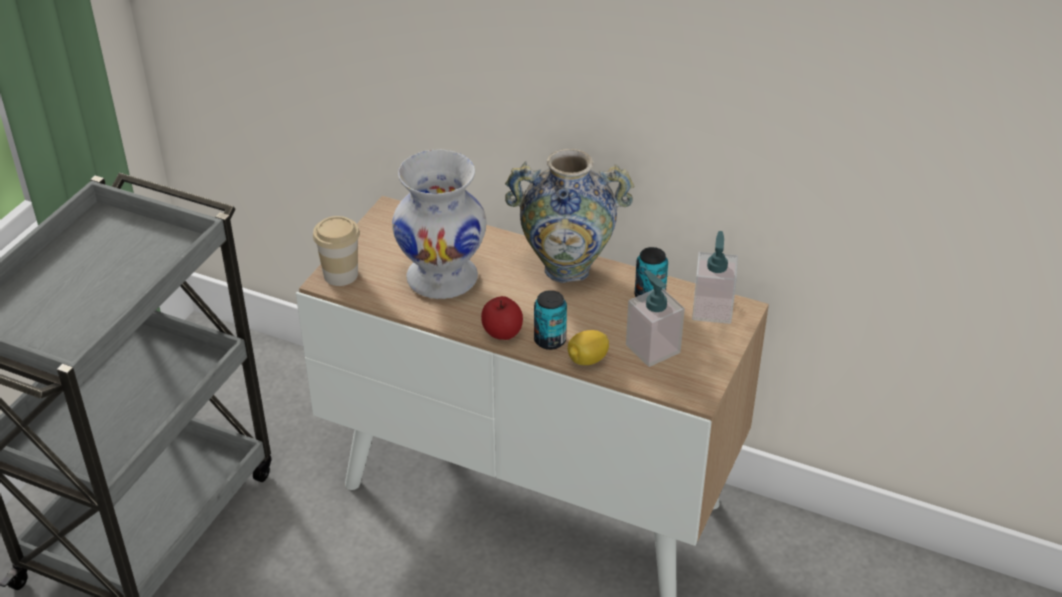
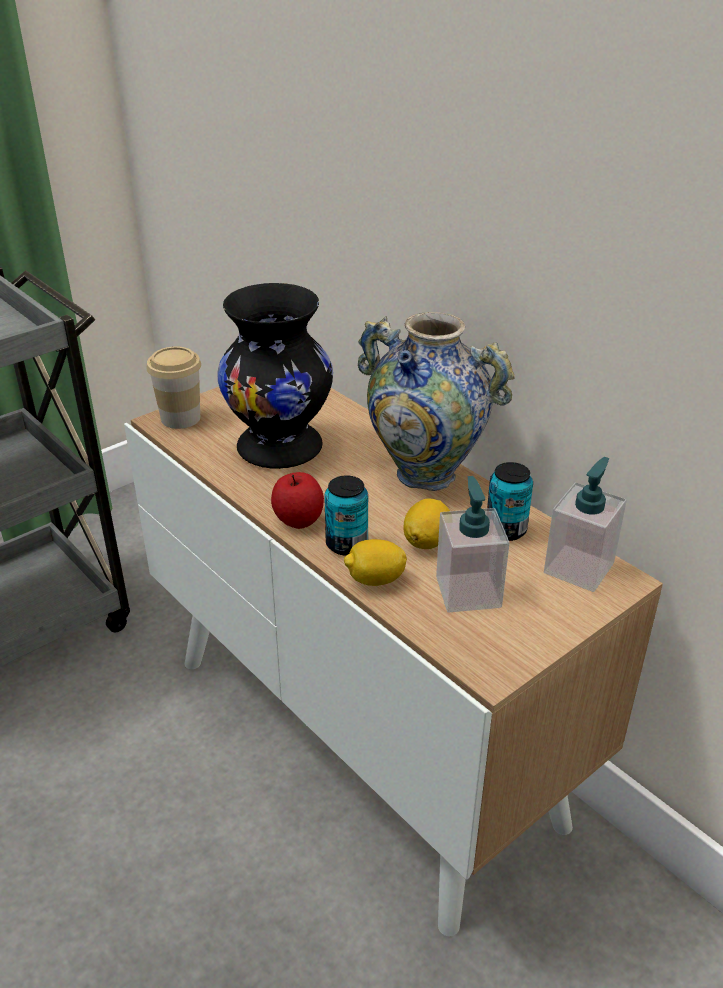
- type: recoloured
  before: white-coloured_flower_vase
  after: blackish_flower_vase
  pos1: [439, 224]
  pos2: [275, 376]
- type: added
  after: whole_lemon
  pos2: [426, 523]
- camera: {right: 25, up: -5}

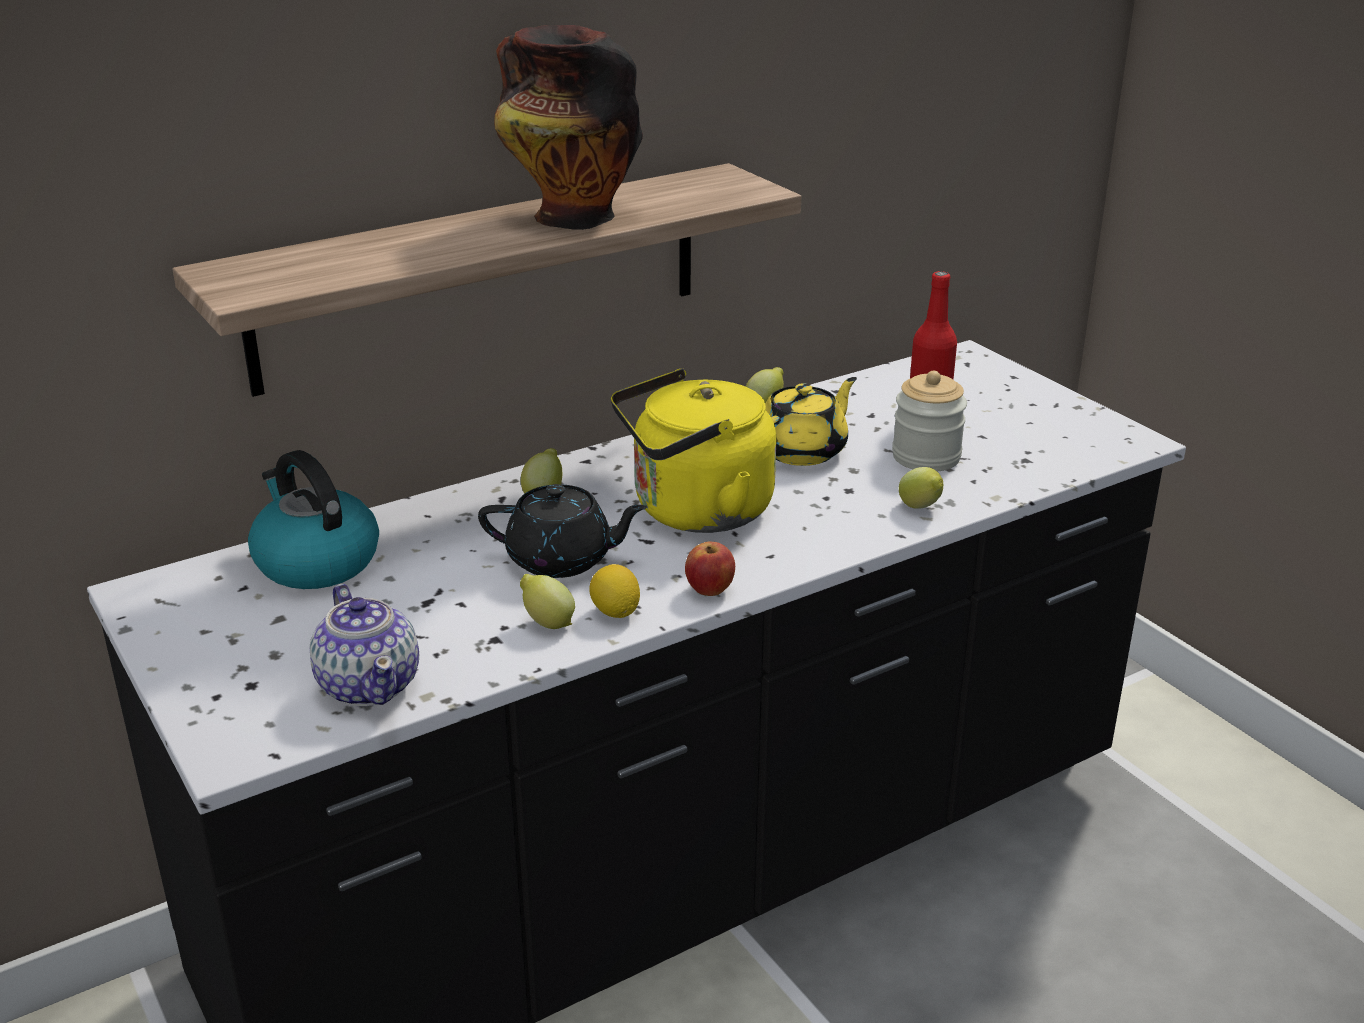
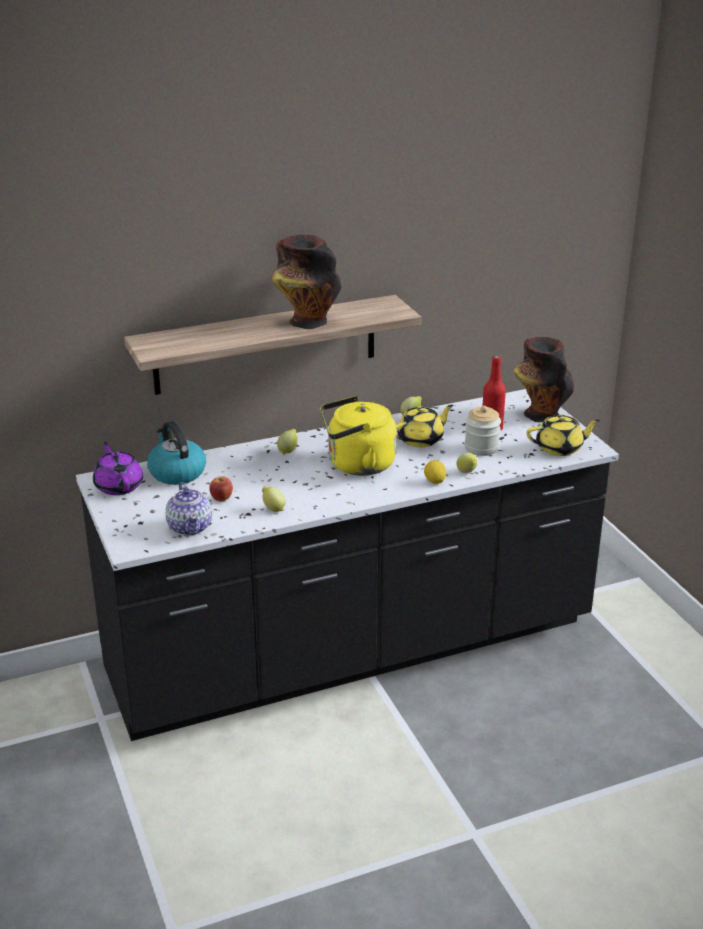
- type: removed
  before: blackish_teapot
  pos1: [562, 531]
- type: moved
  before: whole_lemon
  pos1: [614, 591]
  pos2: [435, 472]
- type: moved
  before: apple
  pos1: [710, 569]
  pos2: [221, 488]
- type: added
  after: purple-coloured_teapot
  pos2: [118, 468]
- type: added
  after: flower_vase
  pos2: [543, 379]
- type: added
  after: yellow-coloured_teapot
  pos2: [563, 435]
- camera: {right: 10, up: 0}

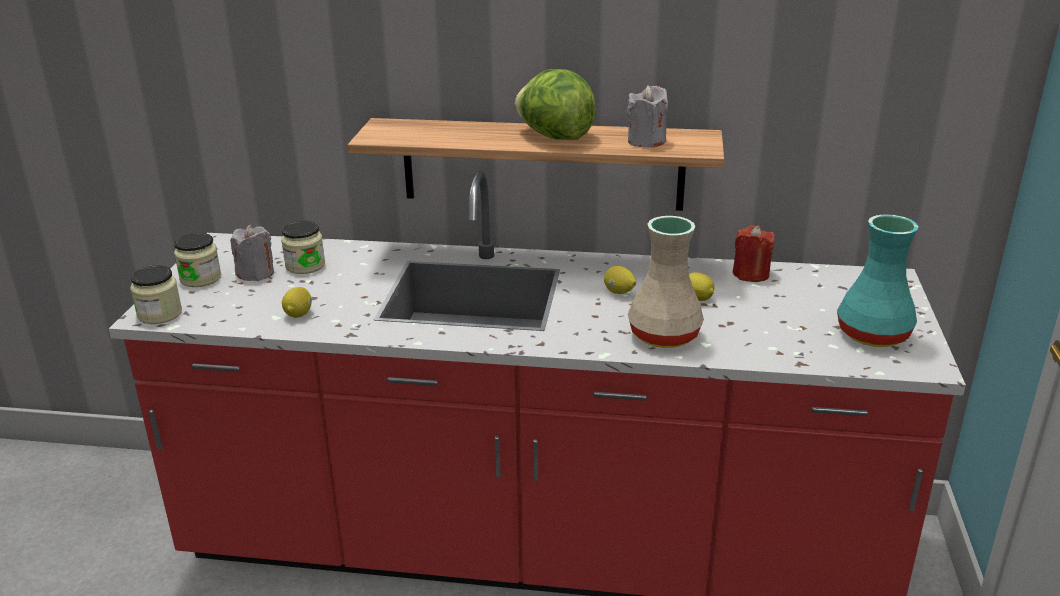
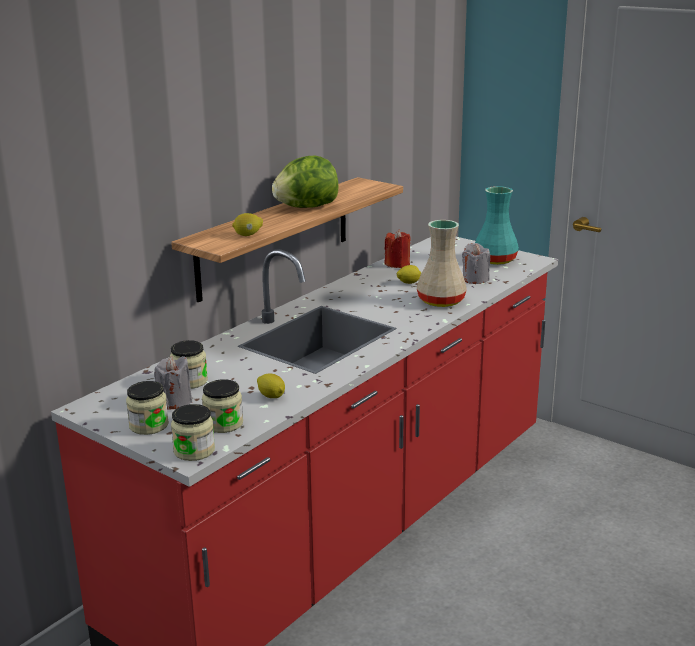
- type: moved
  before: whole_lemon
  pos1: [620, 280]
  pos2: [247, 224]
- type: moved
  before: grey_candle
  pos1: [647, 116]
  pos2: [476, 263]
- type: added
  after: storage_jar
  pos2: [222, 406]
- camera: {right: -60, up: -5}

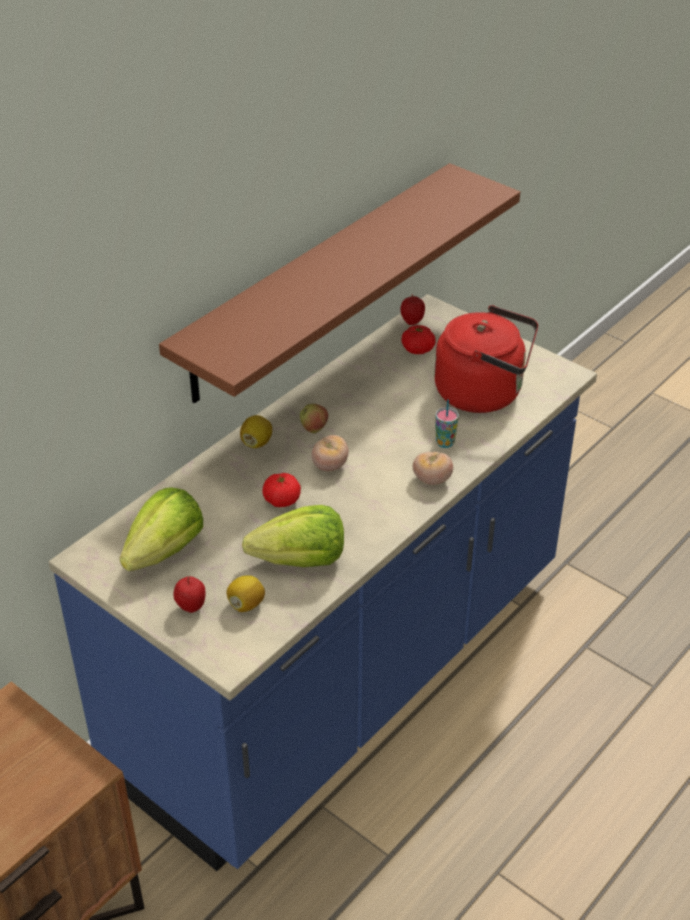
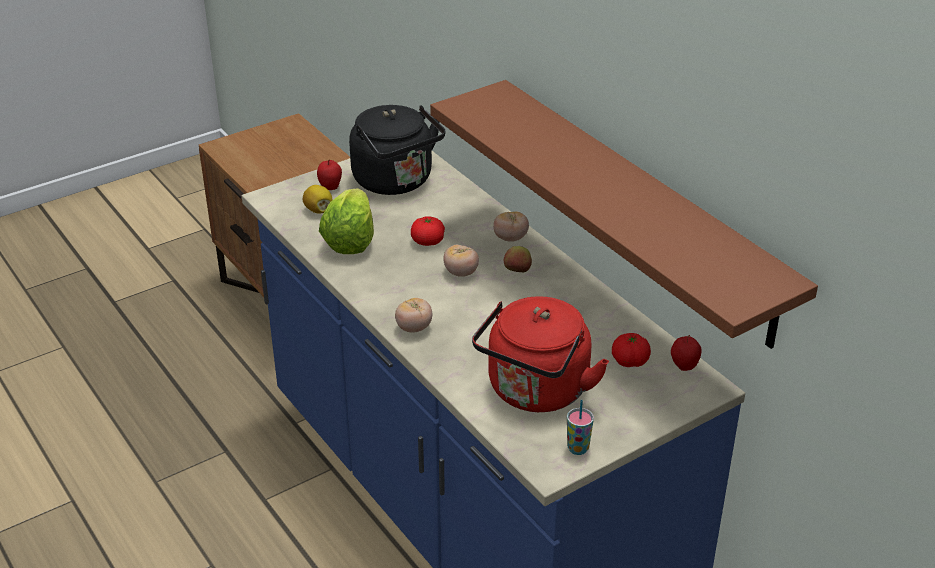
- type: replaced
  before: head_of_lettuce
  after: blackish_water_kettle
  pos1: [161, 529]
  pos2: [397, 150]
- type: replaced
  before: whole_lemon
  after: fresh_tomato
  pos1: [256, 431]
  pos2: [511, 227]
- type: moved
  before: small_cup
  pos1: [447, 423]
  pos2: [580, 427]
- camera: {right: 105, up: -5}

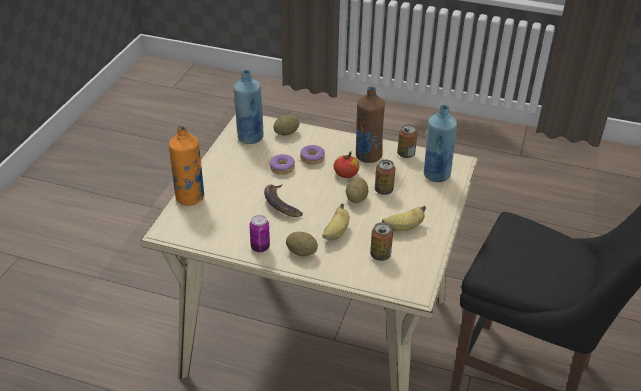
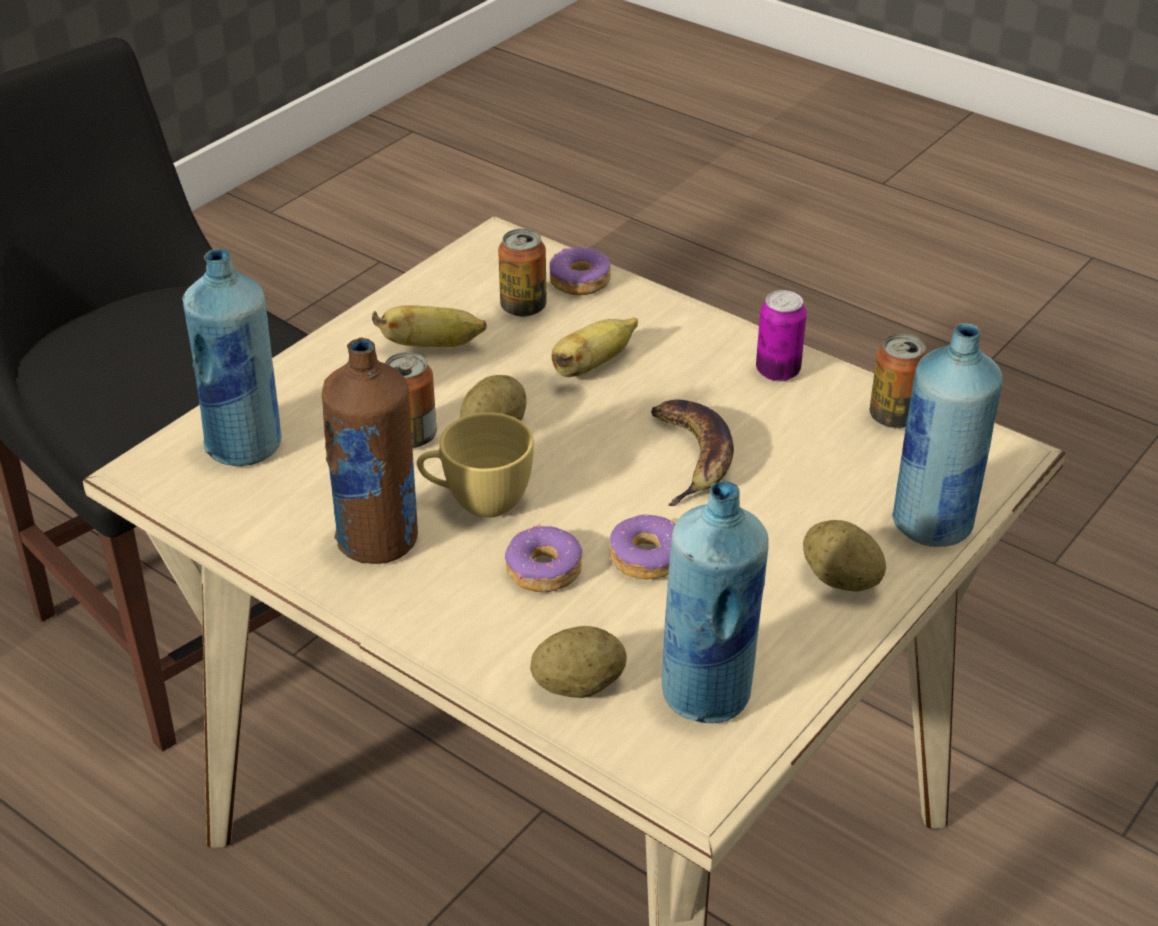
- type: recoloured
  before: orangey_beverage_bottle
  after: bluish_beverage_bottle
  pos1: [186, 165]
  pos2: [947, 435]
- type: moved
  before: potato
  pos1: [302, 244]
  pos2: [844, 556]
- type: replaced
  before: apple
  after: yellow-coloured_small_cup
  pos1: [347, 164]
  pos2: [475, 465]
- type: moved
  before: can
  pos1: [407, 141]
  pos2: [898, 381]
- type: added
  after: doughnut
  pos2: [580, 271]
- camera: {right: -160, up: 0}

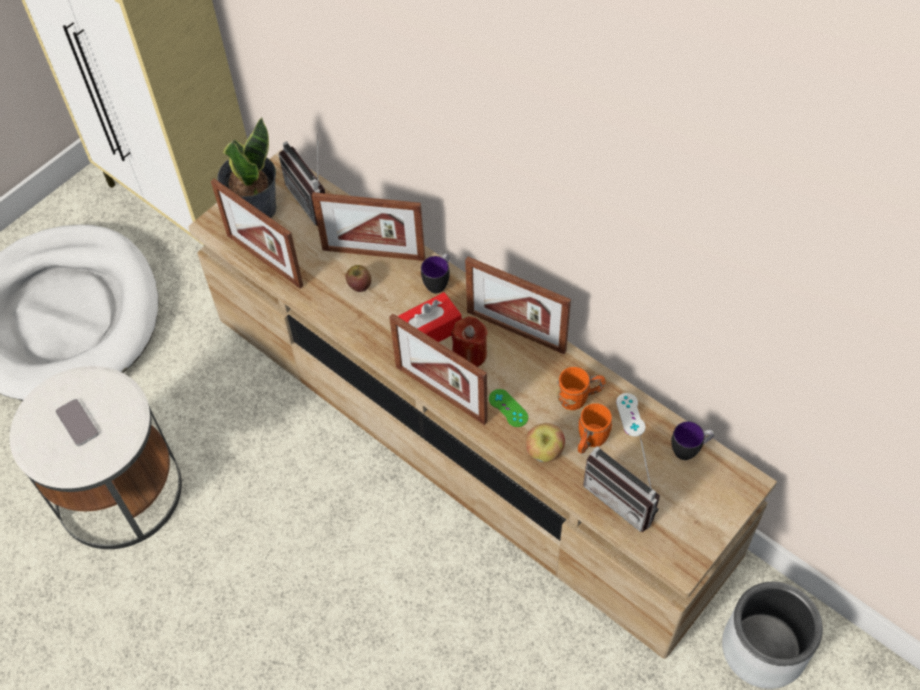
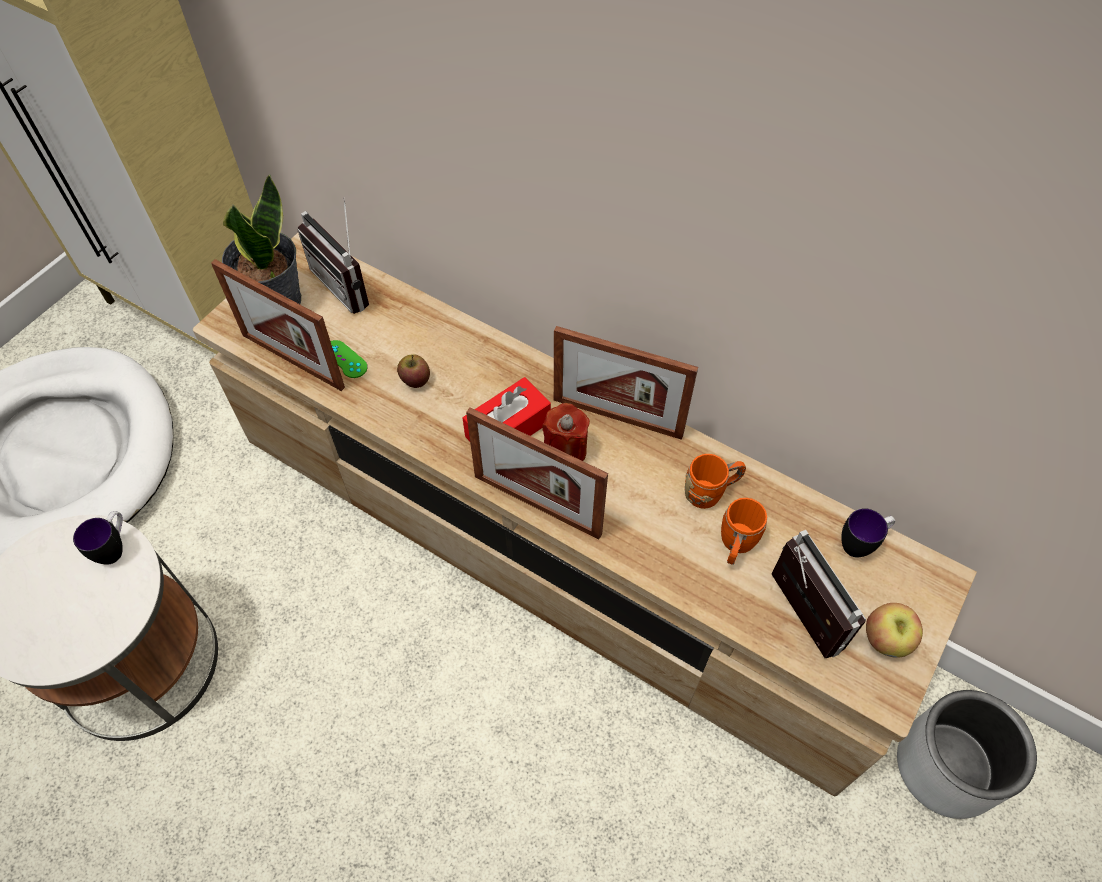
- type: removed
  before: handset
  pos1: [77, 422]
- type: removed
  before: standing_frame
  pos1: [368, 226]
- type: moved
  before: mug
  pos1: [435, 273]
  pos2: [98, 538]
- type: moved
  before: greenish_gamepad
  pos1: [508, 408]
  pos2: [349, 359]
- type: moved
  before: apple
  pos1: [545, 443]
  pos2: [894, 630]
- type: turned
  before: radio_receiver
  pos1: [621, 483]
  pos2: [819, 594]
  turn: -150
- type: removed
  before: white-coloured_gamepad
  pos1: [631, 415]
- camera: {right: -10, up: 0}

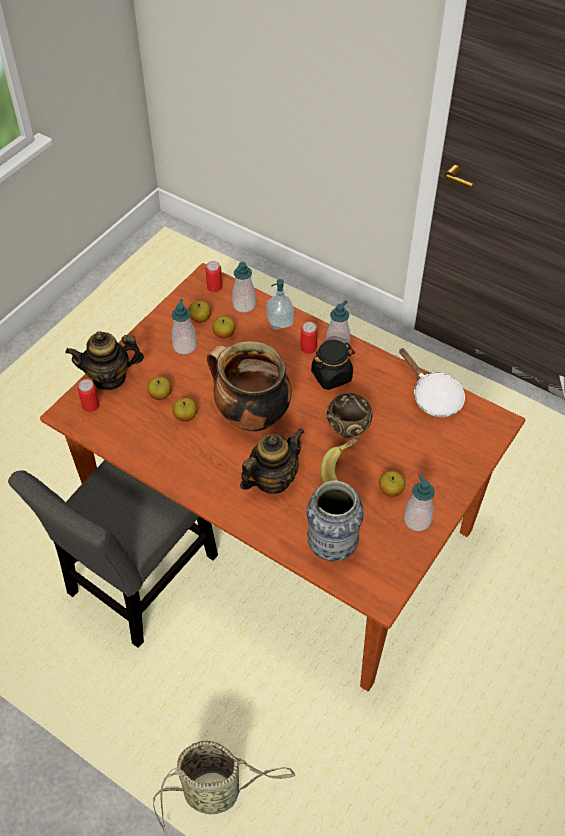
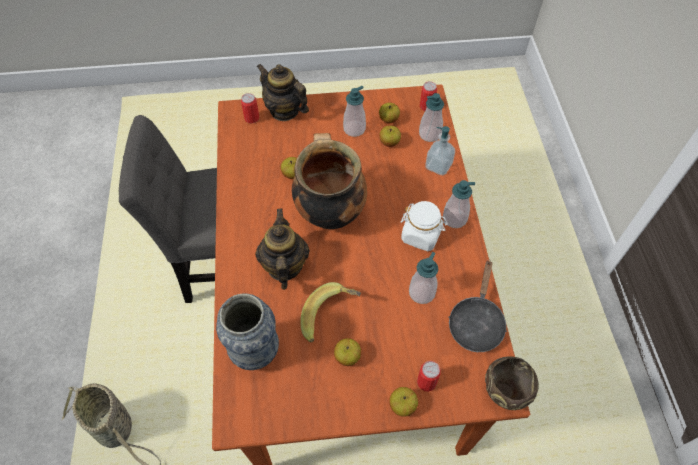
- type: moved
  before: apple
  pos1: [159, 388]
  pos2: [403, 402]
- type: turned
  before: teapot
  pos1: [272, 461]
  pos2: [282, 249]
  turn: -105
- type: moved
  before: can
  pos1: [309, 338]
  pos2: [429, 376]
- type: recoloured
  before: blackish_storage_jar
  after: white-coloured_storage_jar
  pos1: [333, 365]
  pos2: [424, 226]
- type: moved
  before: brownish_deep_dish
  pos1: [350, 415]
  pos2: [512, 383]
- type: recoloured
  before: white-coloured_skillet
  after: blackish_skillet
  pos1: [432, 382]
  pos2: [477, 306]
- type: moved
  before: soap_dispenser
  pos1: [419, 502]
  pos2: [423, 278]
- camera: {right: 50, up: 5}

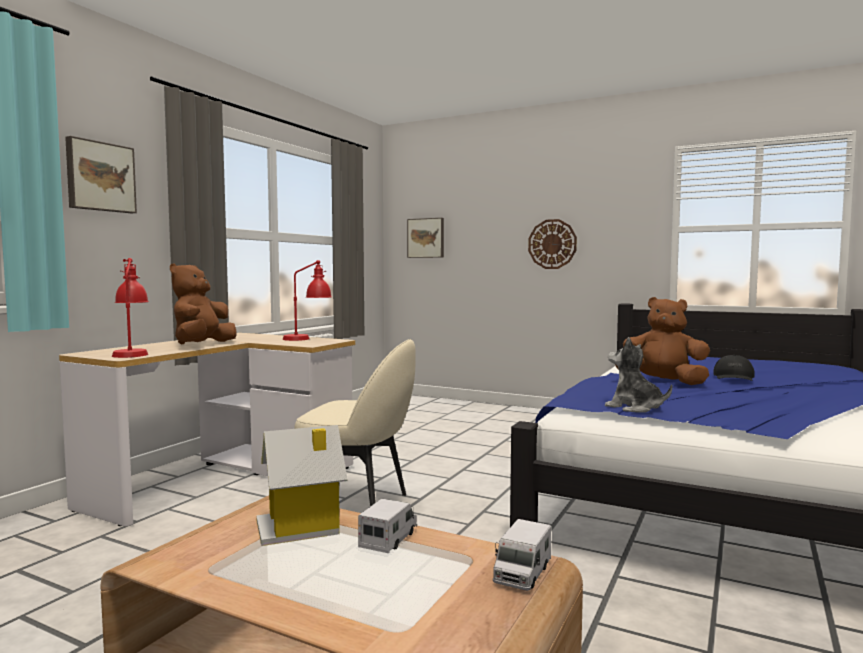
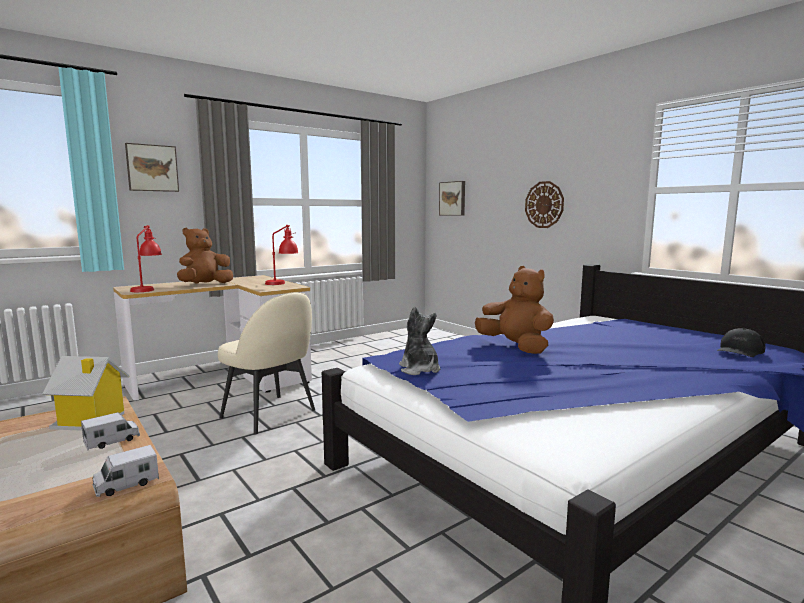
- type: moved
  before: blackish_baseball_cap
  pos1: [734, 368]
  pos2: [741, 342]
- camera: {right: 25, up: 5}

